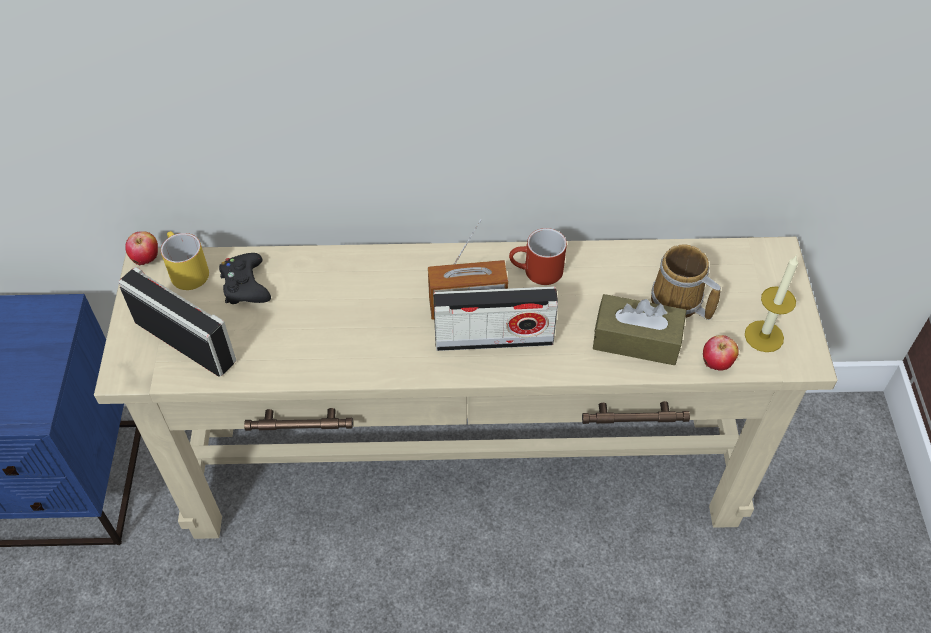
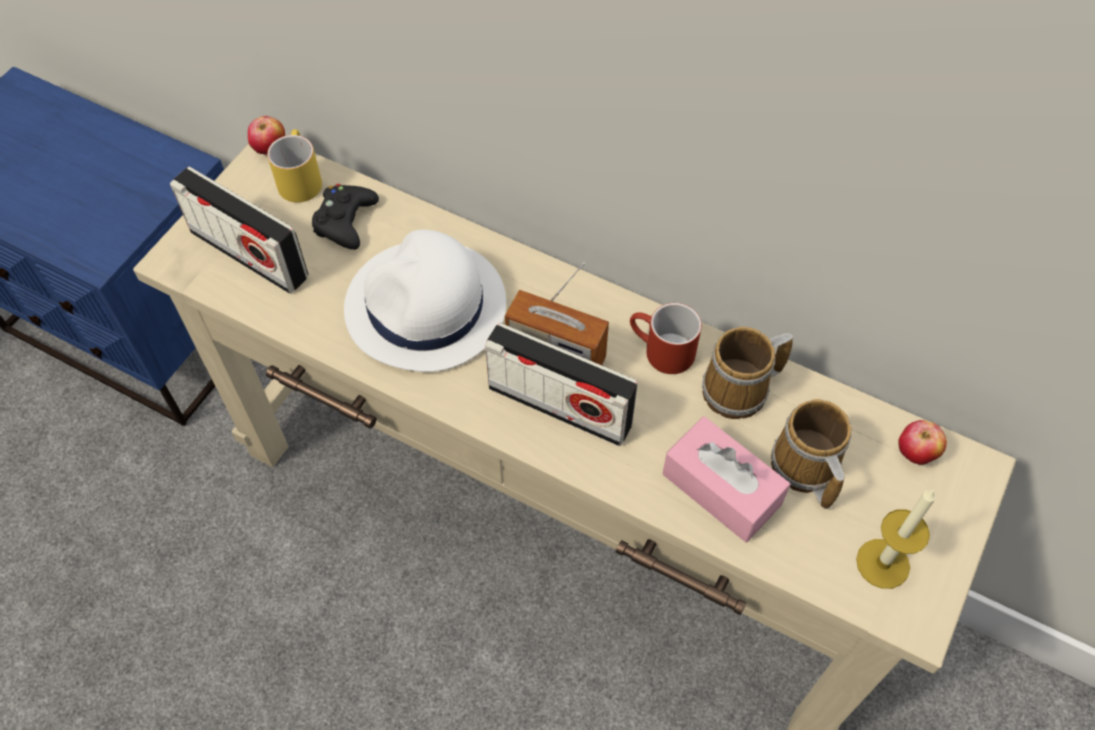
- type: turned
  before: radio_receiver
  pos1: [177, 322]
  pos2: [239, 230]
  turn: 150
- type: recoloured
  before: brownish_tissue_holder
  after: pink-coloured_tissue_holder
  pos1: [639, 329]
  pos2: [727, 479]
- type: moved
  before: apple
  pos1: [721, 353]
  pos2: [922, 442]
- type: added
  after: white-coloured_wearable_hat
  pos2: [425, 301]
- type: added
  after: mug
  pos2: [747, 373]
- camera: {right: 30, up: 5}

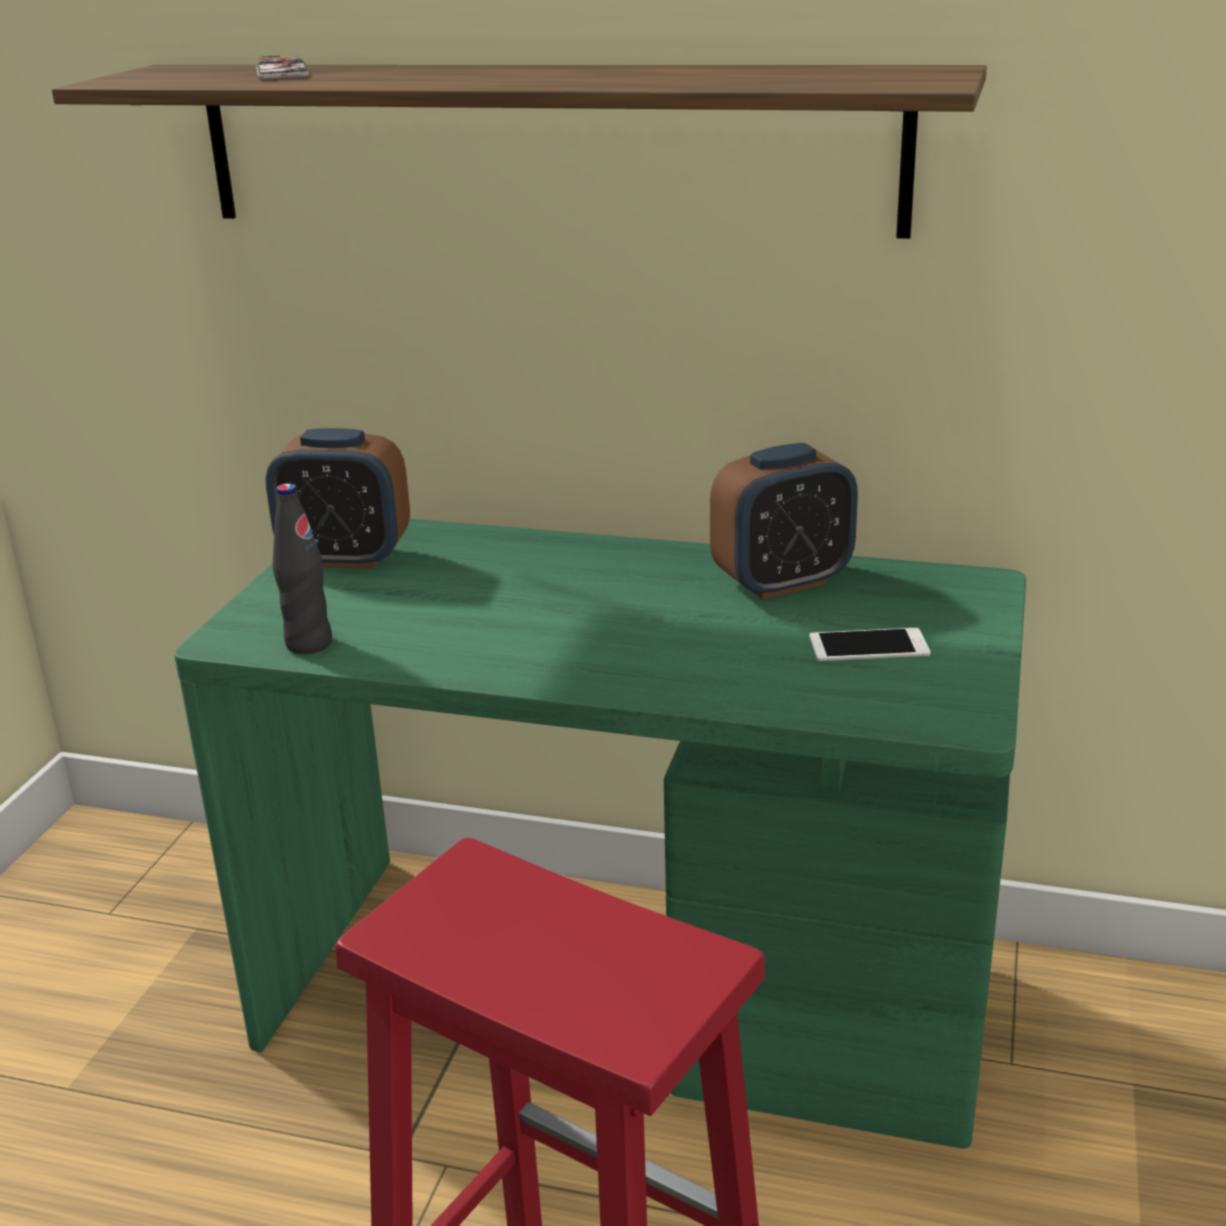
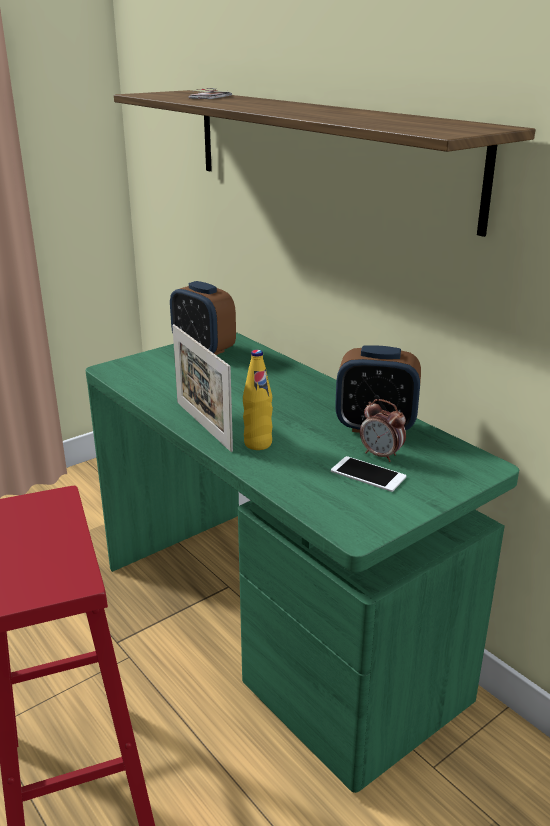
- type: removed
  before: blackish_beverage_bottle
  pos1: [302, 568]
- type: added
  after: standing_frame
  pos2: [202, 388]
- type: added
  after: yellow-coloured_beverage_bottle
  pos2: [258, 400]
- type: added
  after: table_clock
  pos2: [383, 430]
- camera: {right: 35, up: 0}

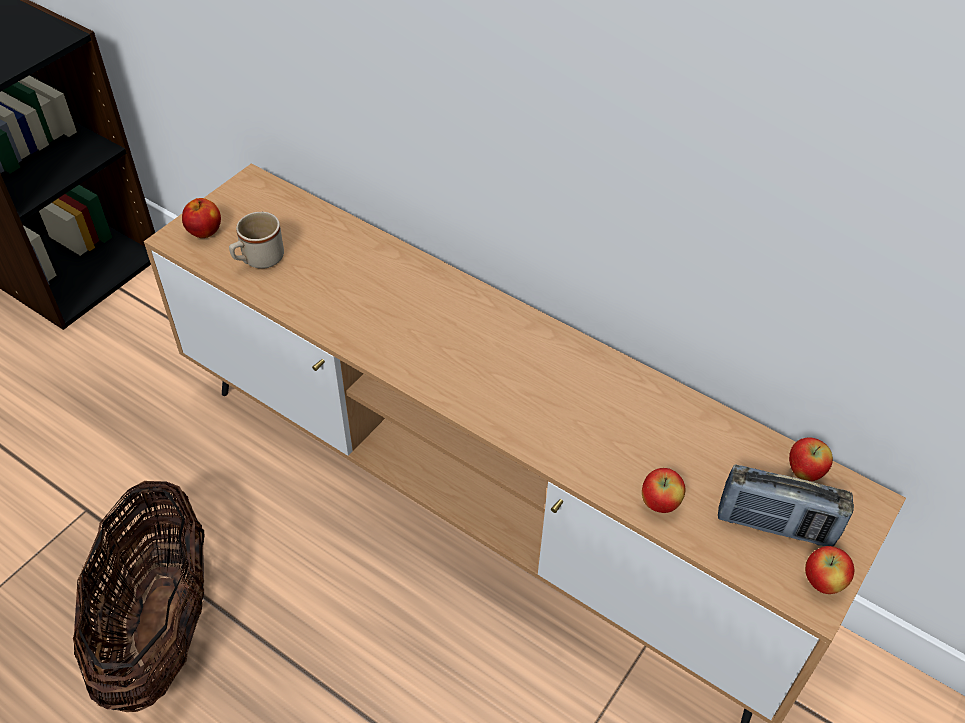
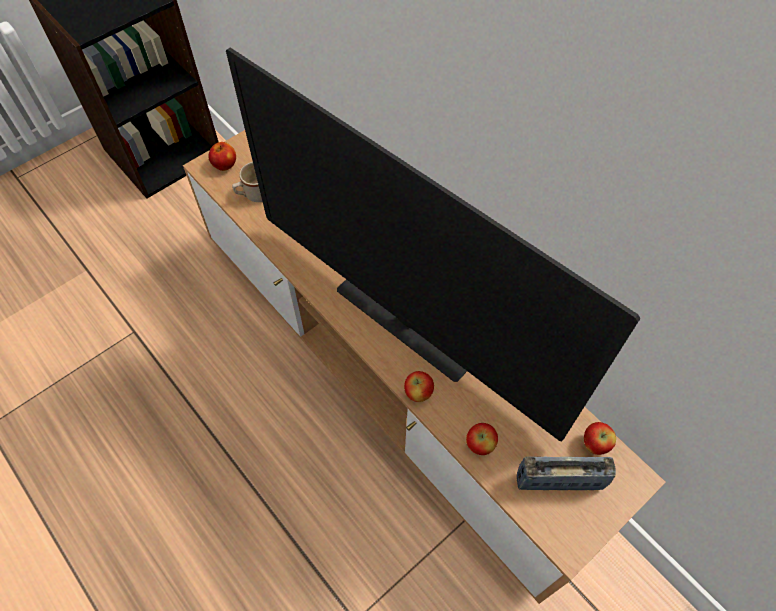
- type: removed
  before: household_basket
  pos1: [139, 596]
- type: turned
  before: radio_receiver
  pos1: [786, 505]
  pos2: [566, 473]
  turn: 150
- type: moved
  before: apple
  pos1: [829, 570]
  pos2: [419, 386]
- type: added
  after: TV
  pos2: [433, 244]
- camera: {right: 15, up: 10}

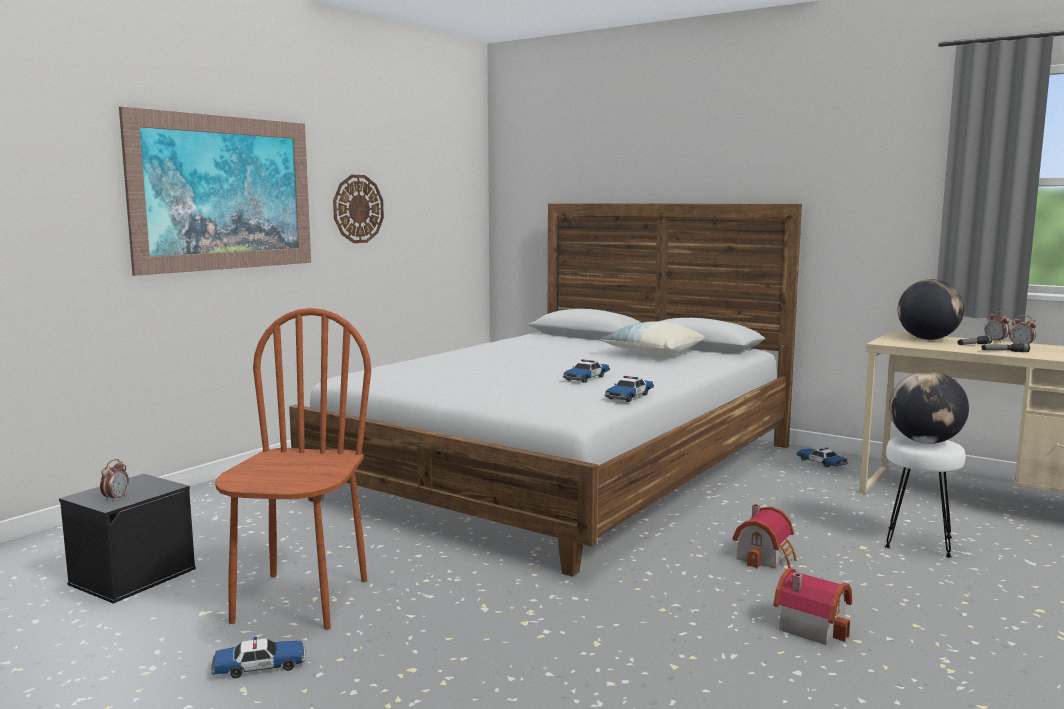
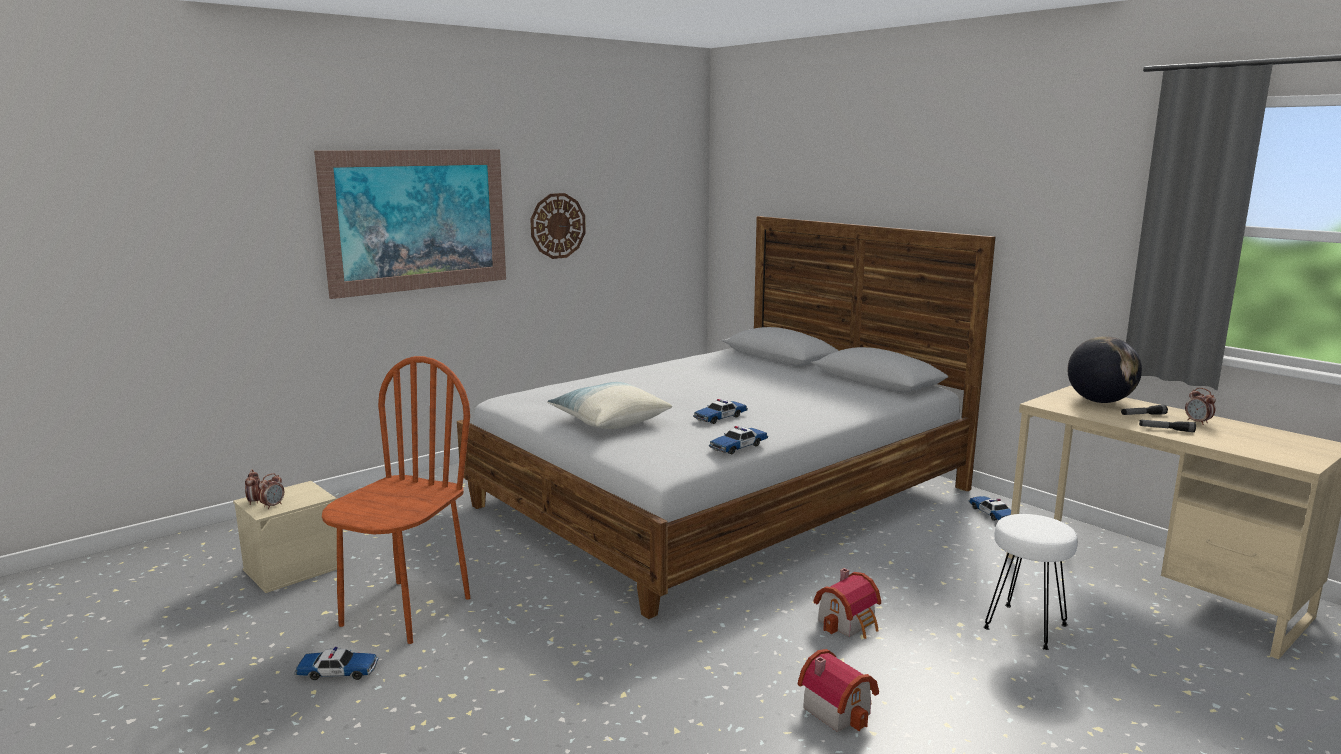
- type: recoloured
  before: blackish_storage_bin
  after: sand-coloured_storage_bin
  pos1: [127, 538]
  pos2: [285, 537]
- type: moved
  before: throw_pillow
  pos1: [652, 338]
  pos2: [609, 405]
- type: removed
  before: desk_globe
  pos1: [929, 407]
- type: moved
  before: table_clock
  pos1: [997, 327]
  pos2: [252, 487]
- camera: {right: 15, up: 5}

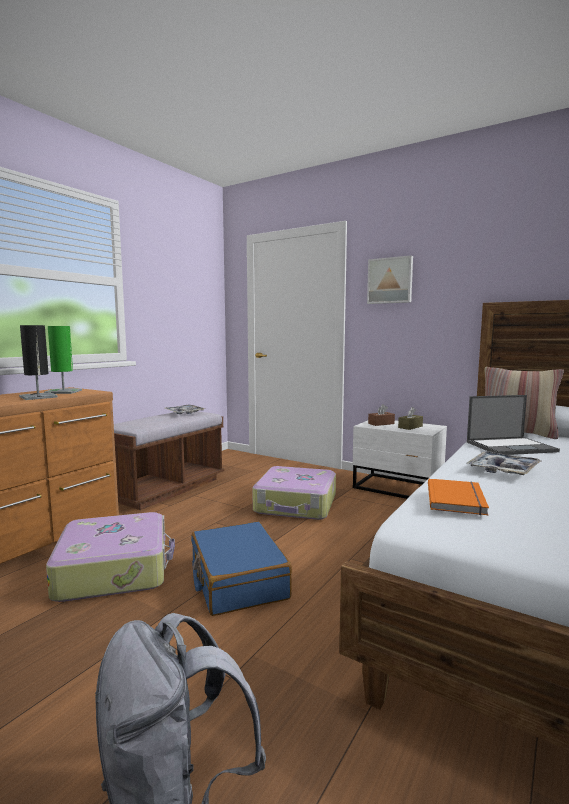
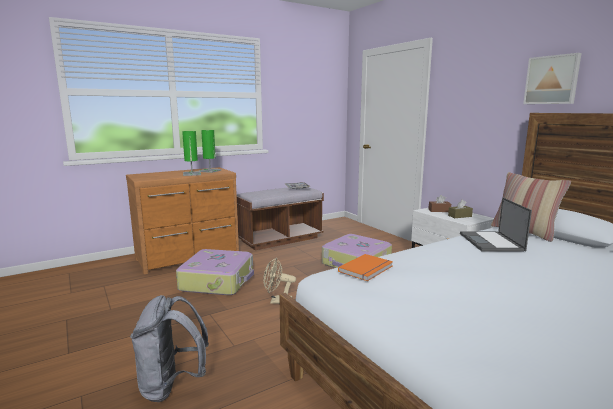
- type: recoloured
  before: blackish_table_lamp
  after: greenish_table_lamp
  pos1: [38, 362]
  pos2: [191, 153]
- type: replaced
  before: bluish_piece_of_luggage
  after: sand-coloured_cooling_fan
  pos1: [241, 569]
  pos2: [279, 281]
- type: moved
  before: wall_picture
  pos1: [390, 279]
  pos2: [552, 78]
- type: removed
  before: tray
  pos1: [503, 463]
- type: turned
  before: notebook_computer
  pos1: [513, 425]
  pos2: [496, 225]
  turn: 75
- camera: {right: 25, up: 5}

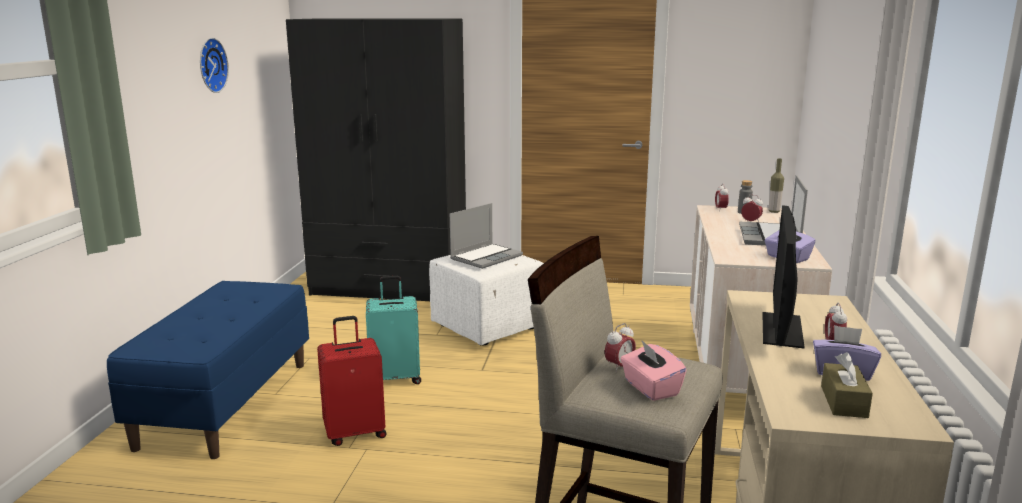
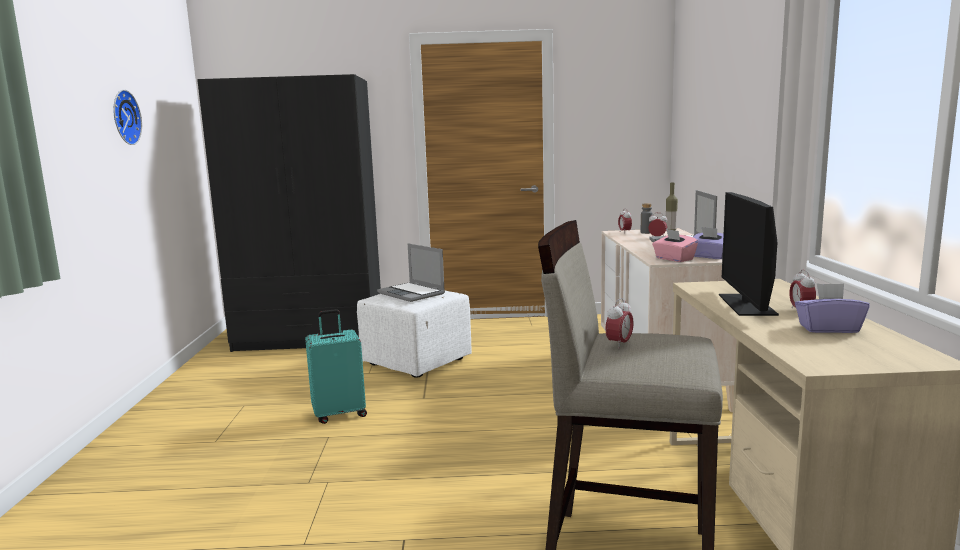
- type: removed
  before: bluish_indoor_bench
  pos1: [208, 370]
- type: removed
  before: reddish_piece_of_luggage
  pos1: [352, 381]
- type: turned
  before: notebook_computer
  pos1: [486, 236]
  pos2: [411, 273]
  turn: 105
- type: moved
  before: pink-coloured_tissue_holder
  pos1: [654, 371]
  pos2: [675, 245]
- type: removed
  before: brownish_tissue_holder
  pos1: [847, 385]
- camera: {right: -10, up: -5}

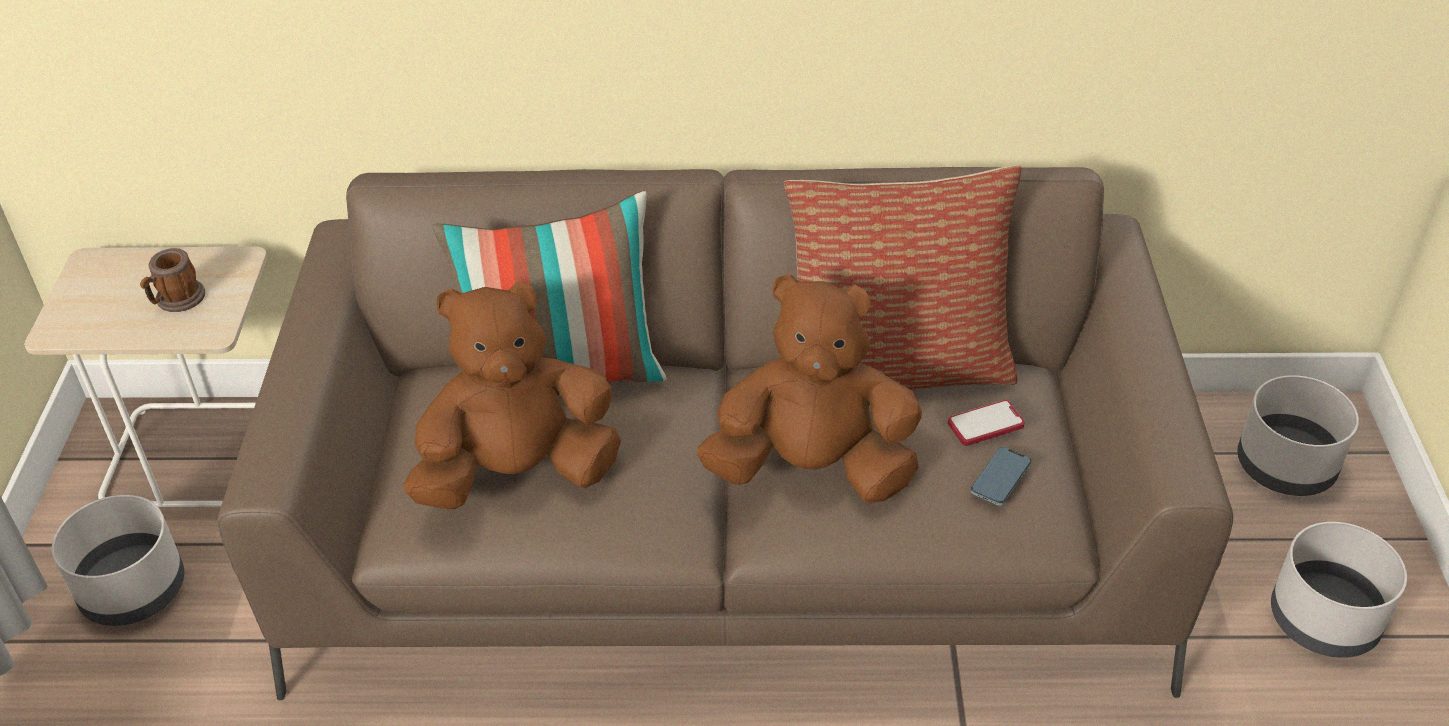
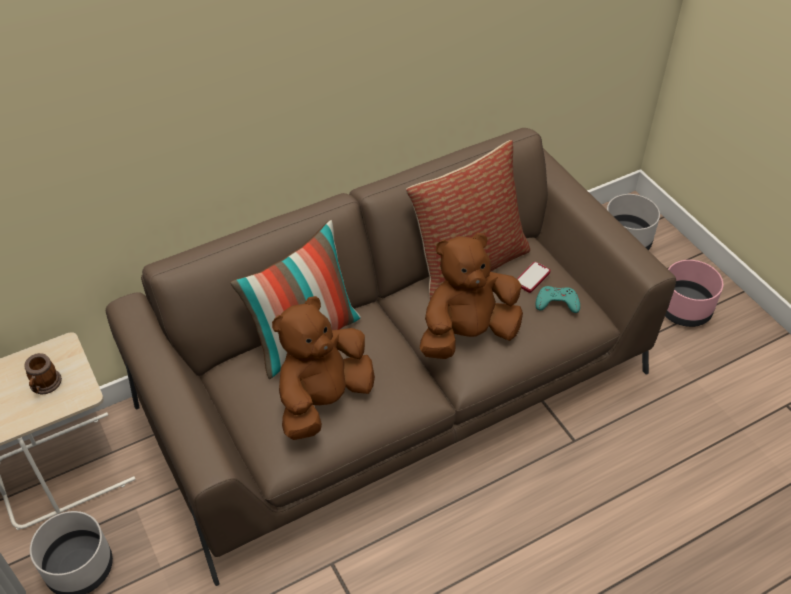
- type: replaced
  before: handset
  after: blue-green_gamepad
  pos1: [1001, 476]
  pos2: [557, 299]
- type: recoloured
  before: grey_flower_pot
  after: pink-coloured_flower_pot
  pos1: [1339, 590]
  pos2: [694, 293]
- camera: {right: -30, up: 5}

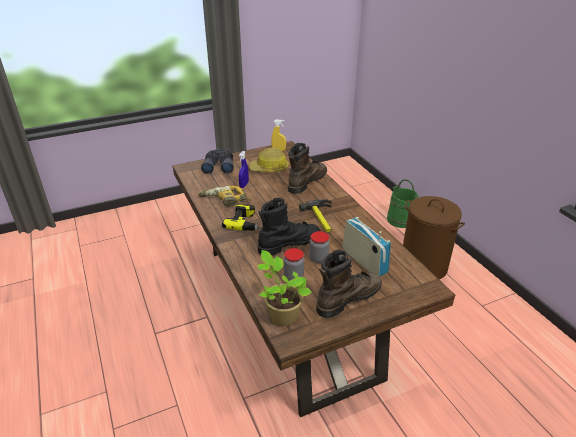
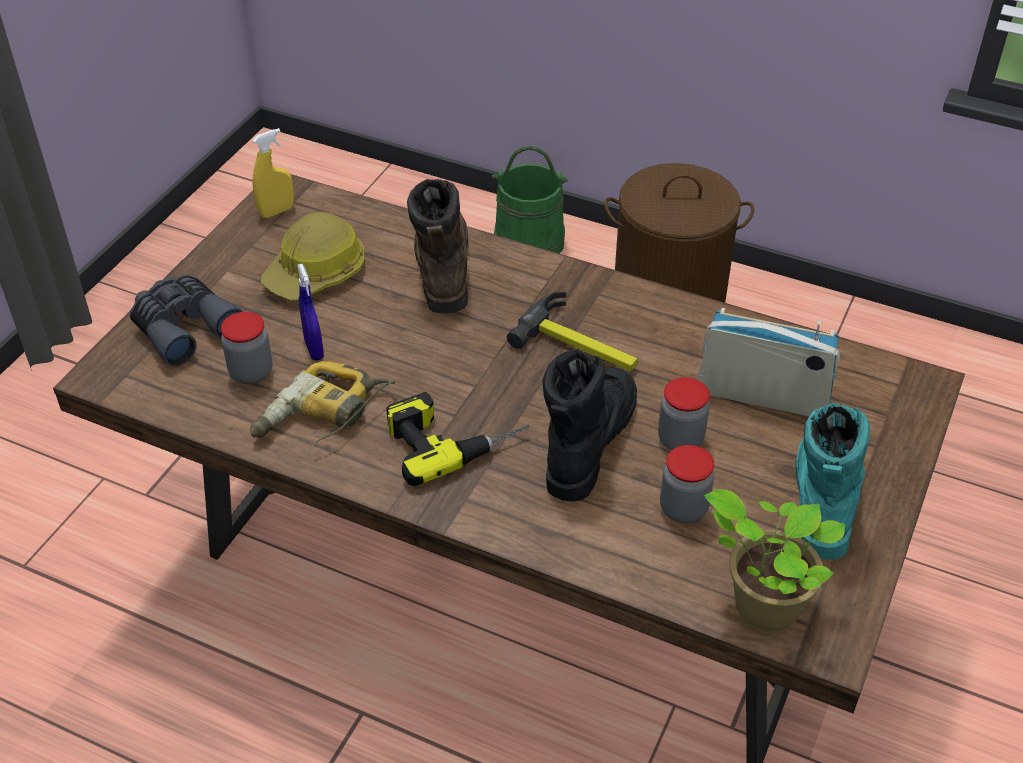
- type: recoloured
  before: brownish_tall_boot
  after: blue-green_tall_boot
  pos1: [349, 284]
  pos2: [832, 481]
- type: added
  after: storage_jar
  pos2: [246, 348]
- camera: {right: -40, up: 10}

